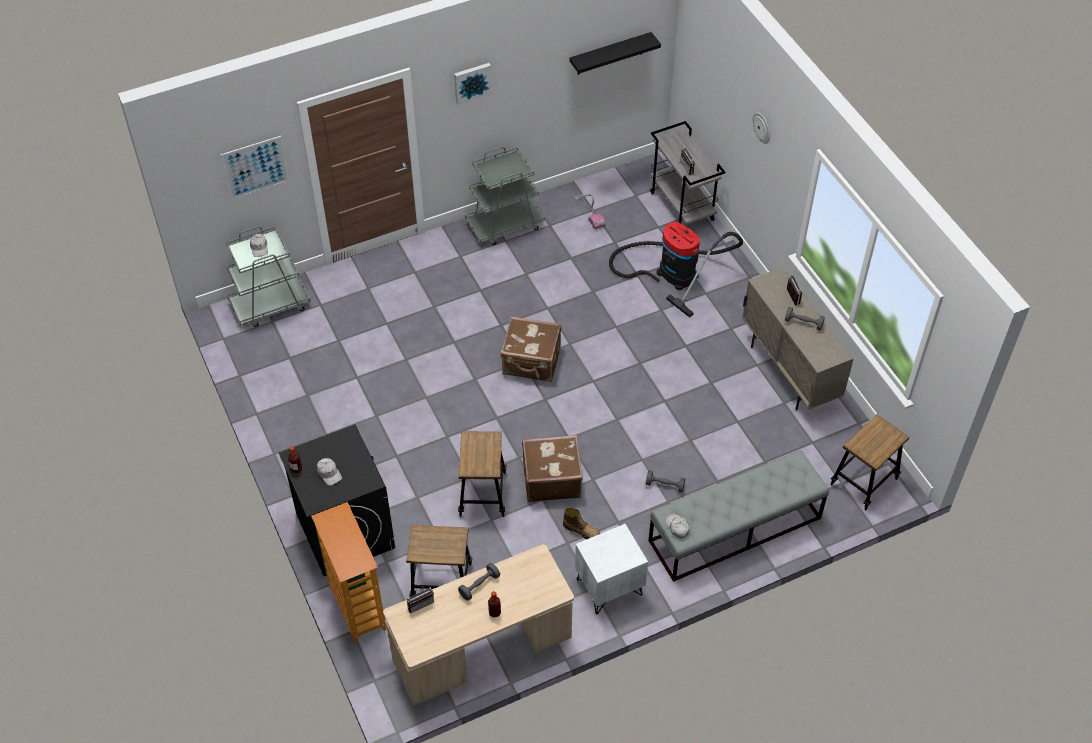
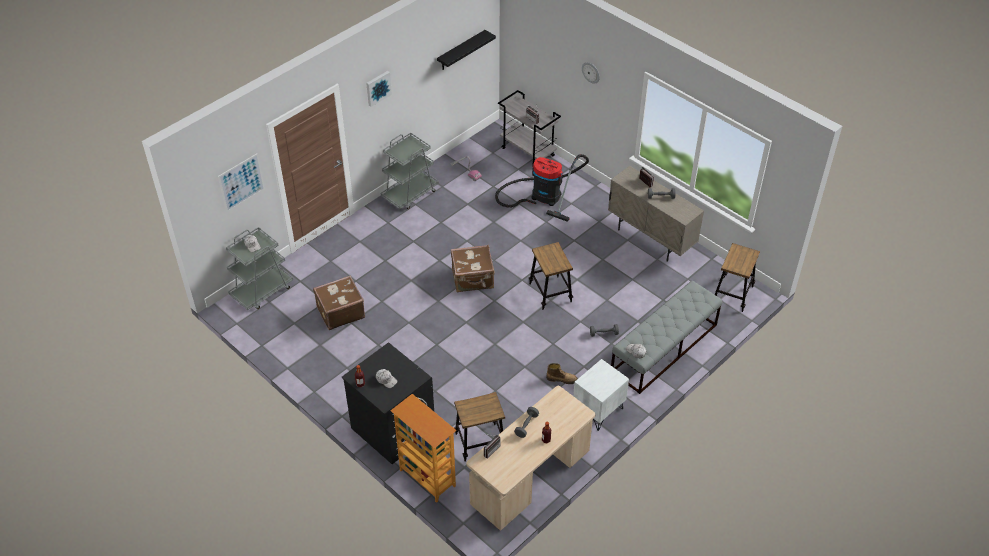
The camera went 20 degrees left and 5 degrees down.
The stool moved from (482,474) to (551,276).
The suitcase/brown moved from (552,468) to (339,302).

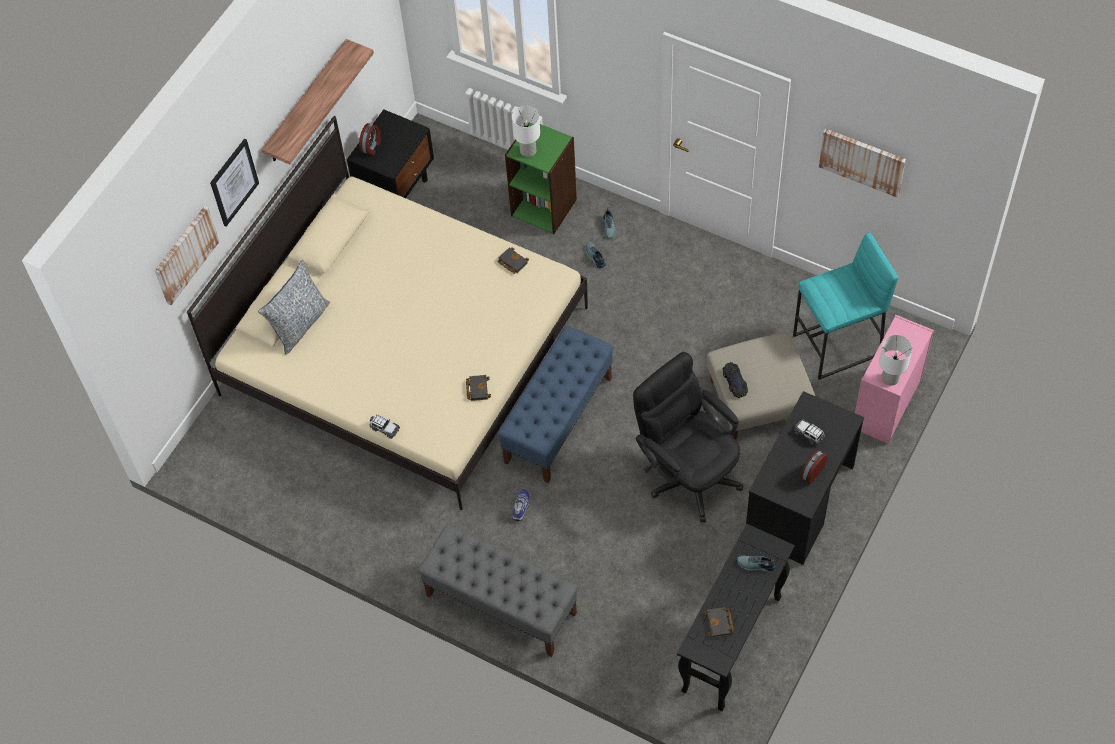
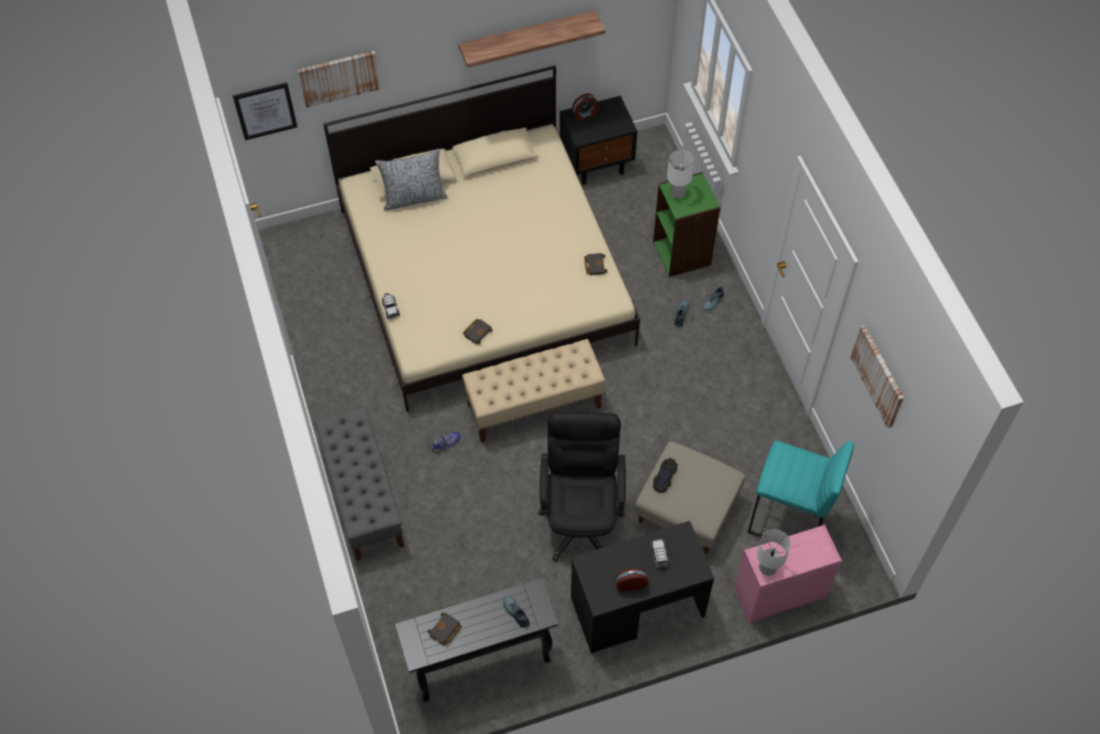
The camera went 40 degrees right and 0 degrees up.
The picture moved from (234,183) to (265,111).
The bench/blue at (555,404) became the bench/beige at (533,391).

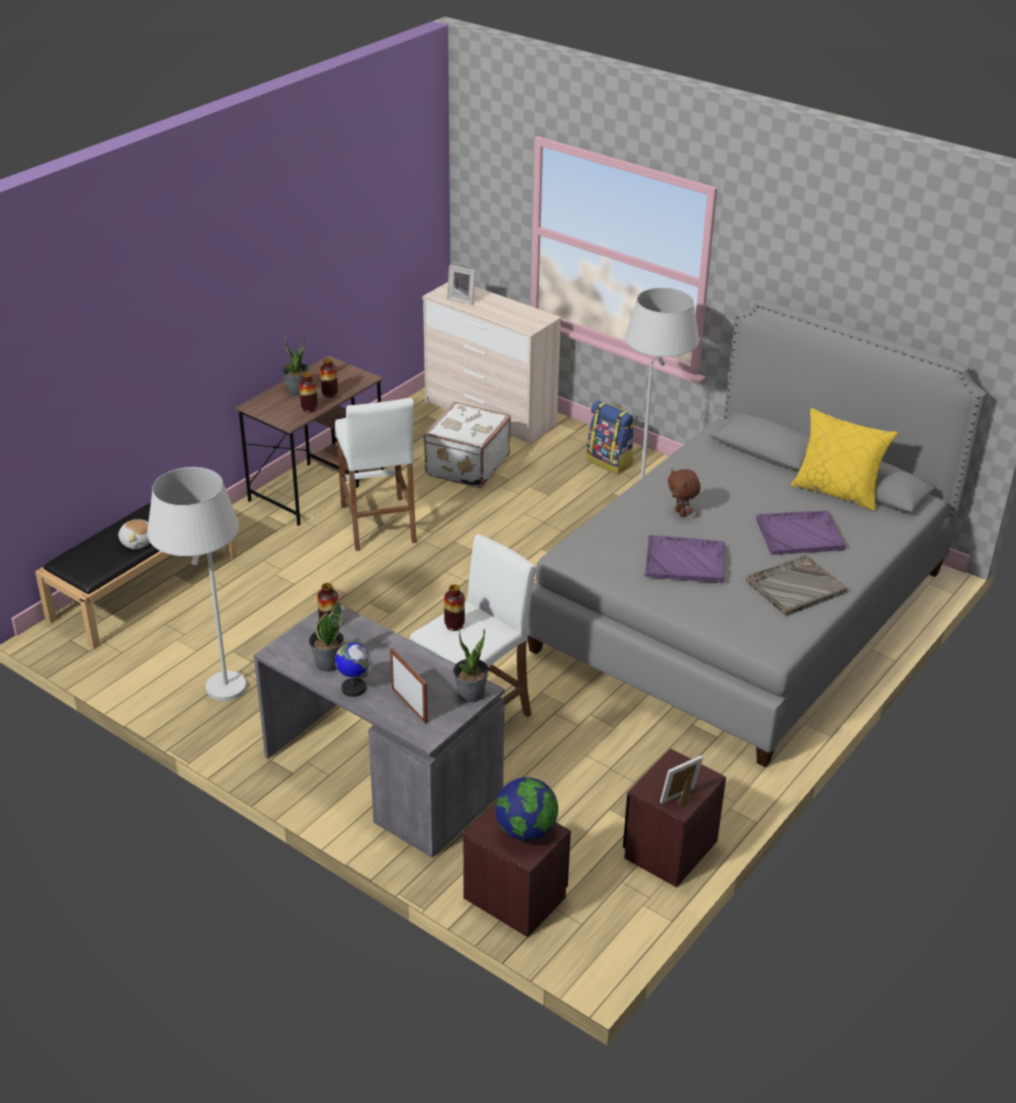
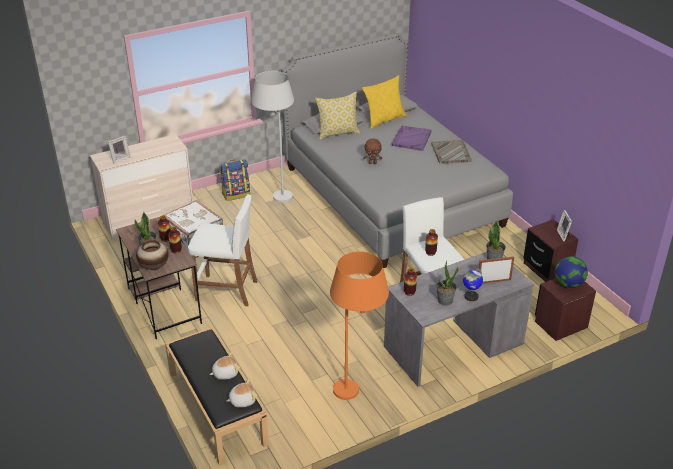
The camera went 65 degrees left and 0 degrees up.
The floor lamp/white at (196,584) became the floor lamp/orange at (359,325).
The tray/purple at (685,559) disappeared.
The pillow at (337,116) appeared.
The vase at (152,255) appeared.
The plush toy at (241,393) appeared.

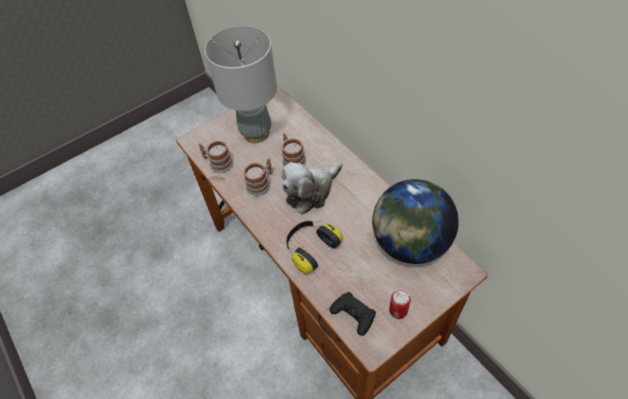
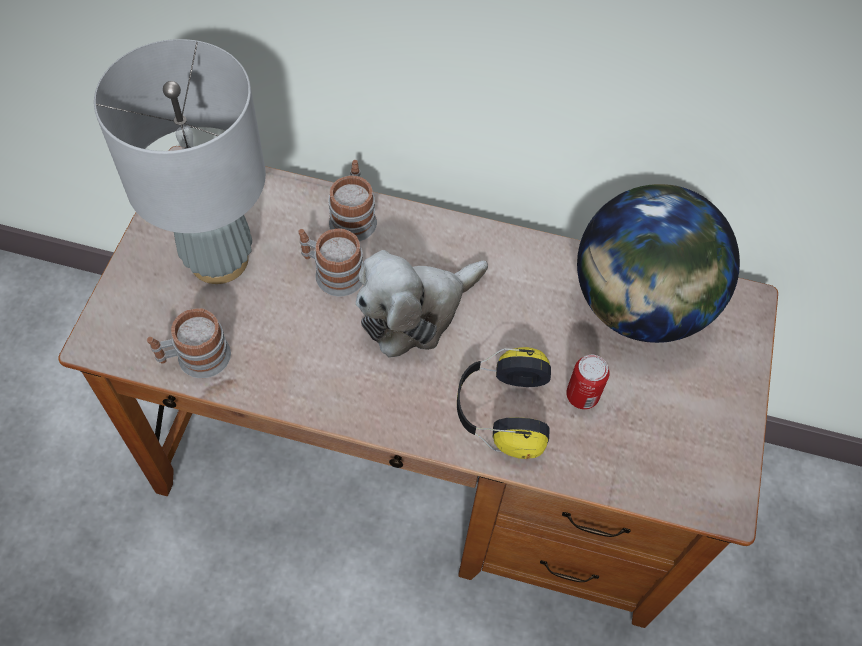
The camera went 45 degrees left and 5 degrees up.
The mug moved from (258,177) to (353,200).
The plush toy at (311,188) turned 45 degrees clockwise.
The can moved from (400,304) to (588,382).
The game controller/black at (352,314) disappeared.

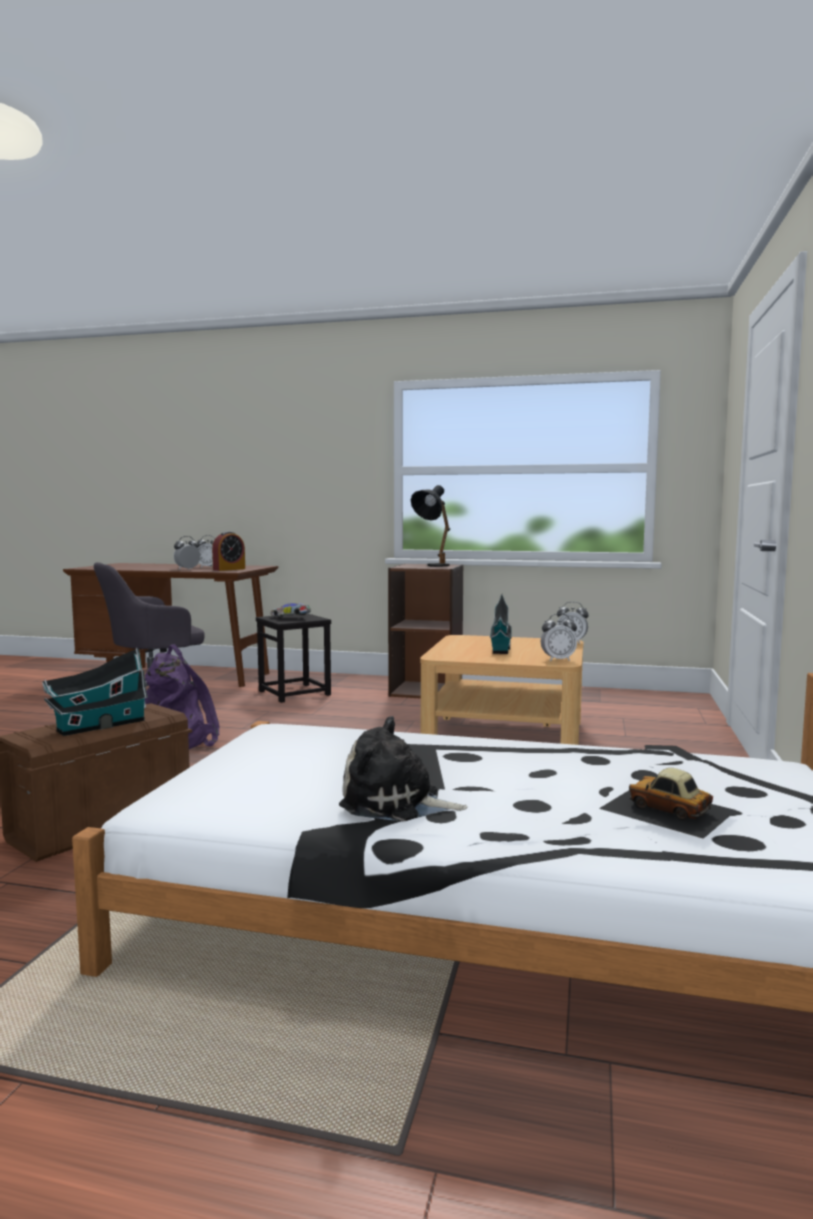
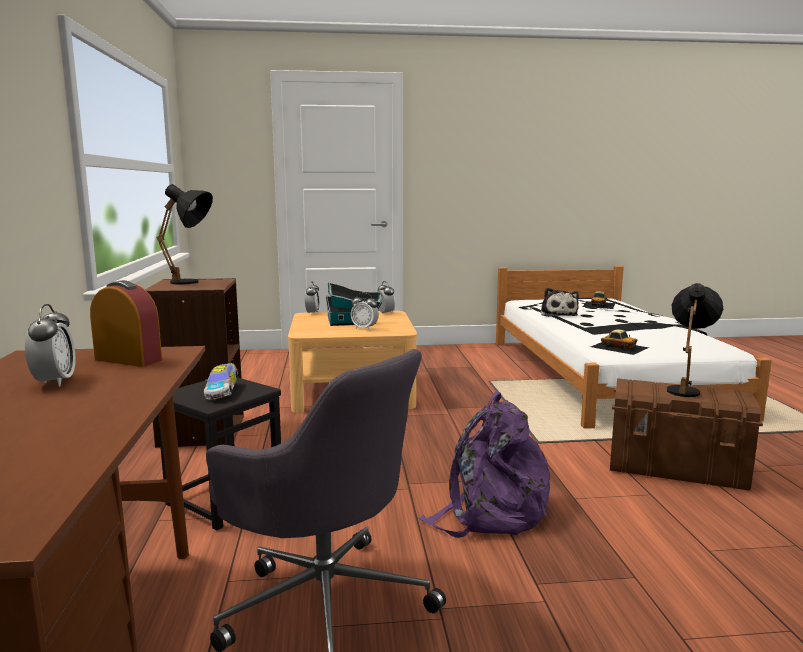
The camera went 110 degrees left and 5 degrees up.
The alarm clock moved from (187,553) to (365,311).
The toy house at (95,692) was replaced by the table lamp/black at (694,340).
The plush toy moved from (403,768) to (559,302).
The toy car at (619,342) appeared.

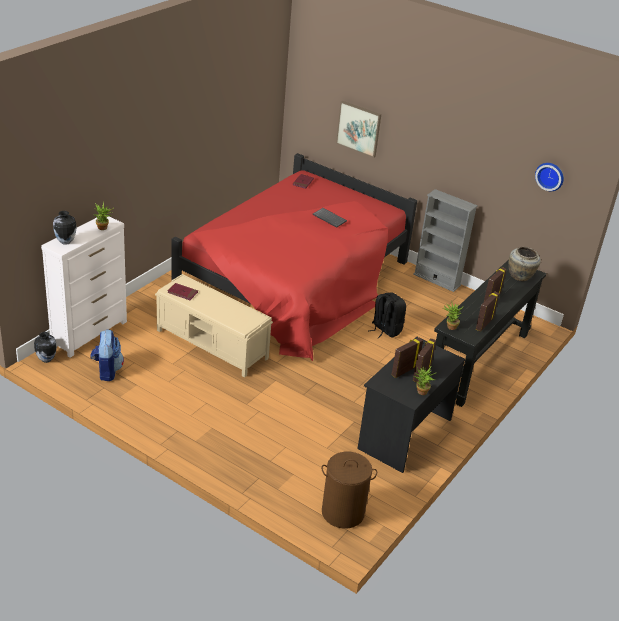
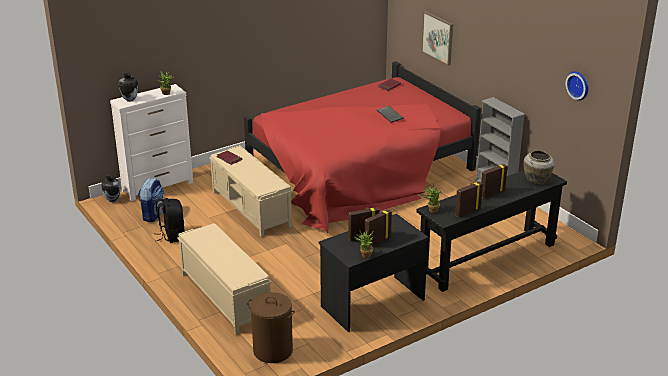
The camera went 25 degrees right and 5 degrees down.
The backpack/black moved from (387,315) to (169,220).
The bench/beige at (224,279) appeared.

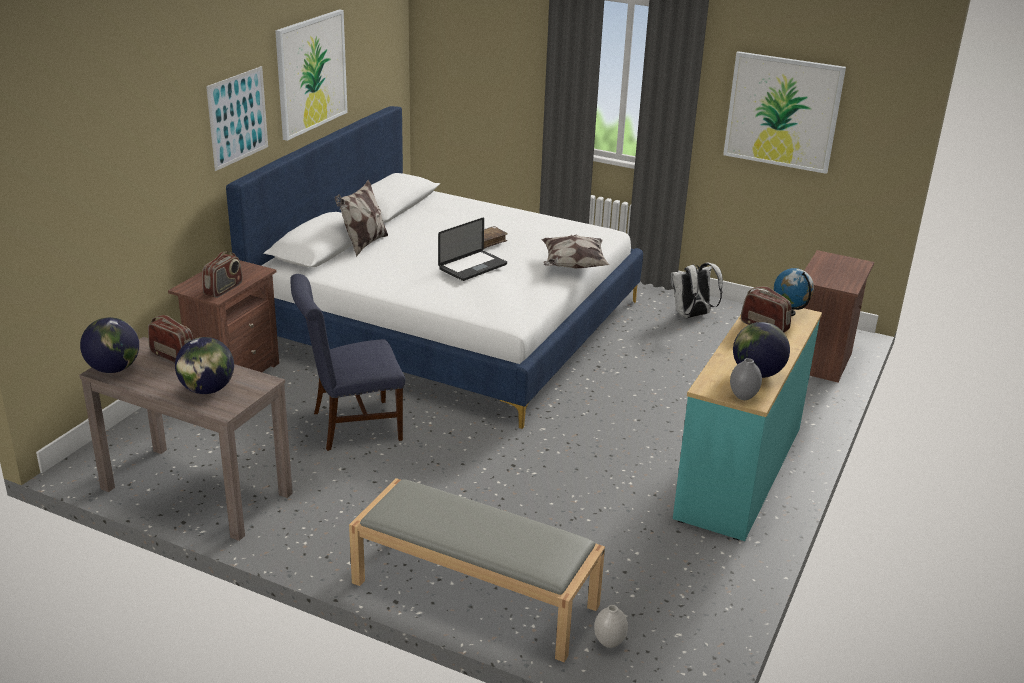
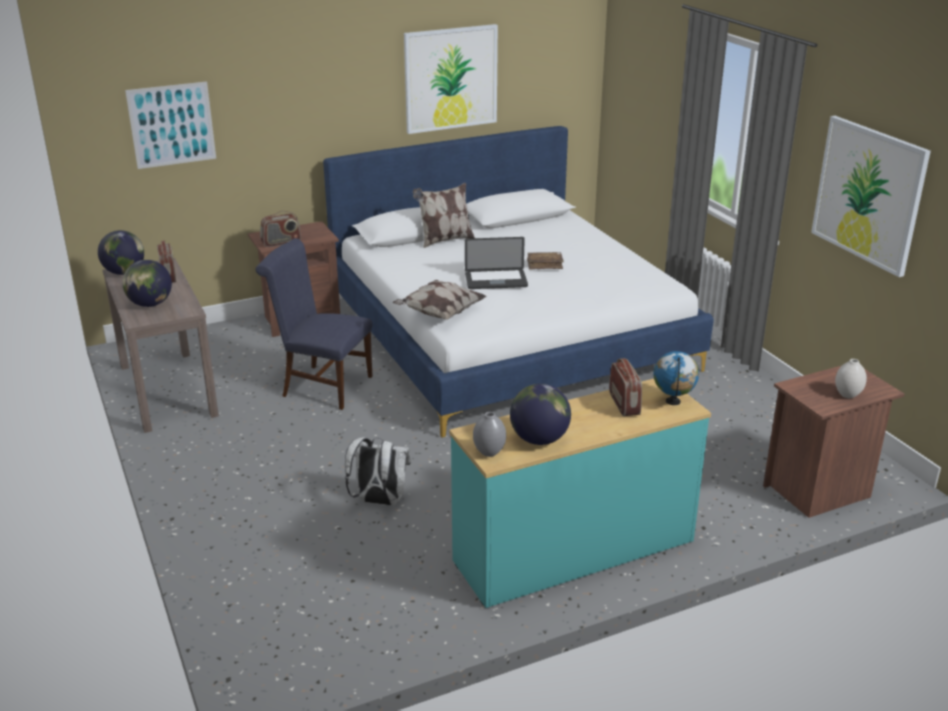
The camera went 40 degrees right and 0 degrees up.
The picture moved from (237,118) to (170,125).
The pillow moved from (575,251) to (440,300).
The backpack/white moved from (697,290) to (378,471).
The bench/grey at (477,570) disappeared.
The vase/white moved from (611,626) to (851,378).

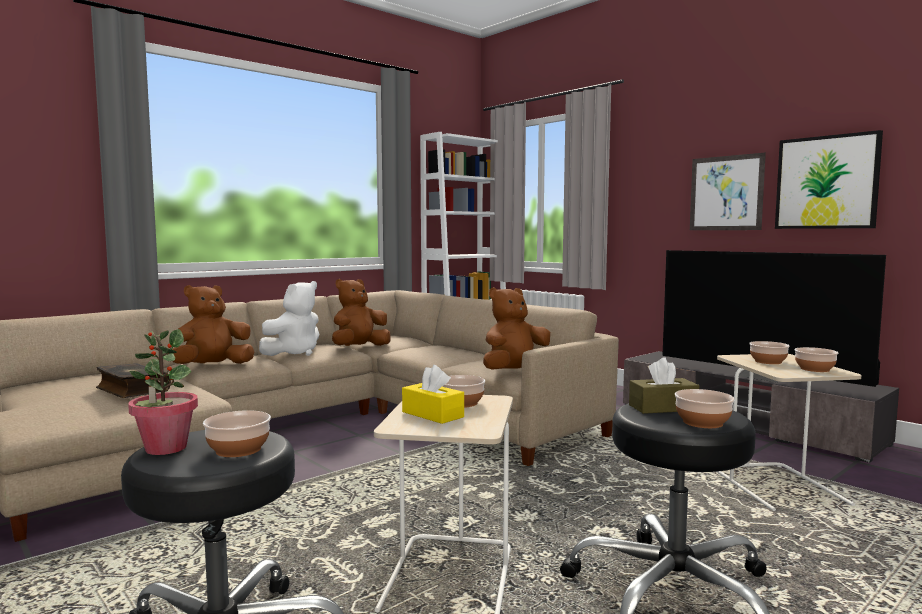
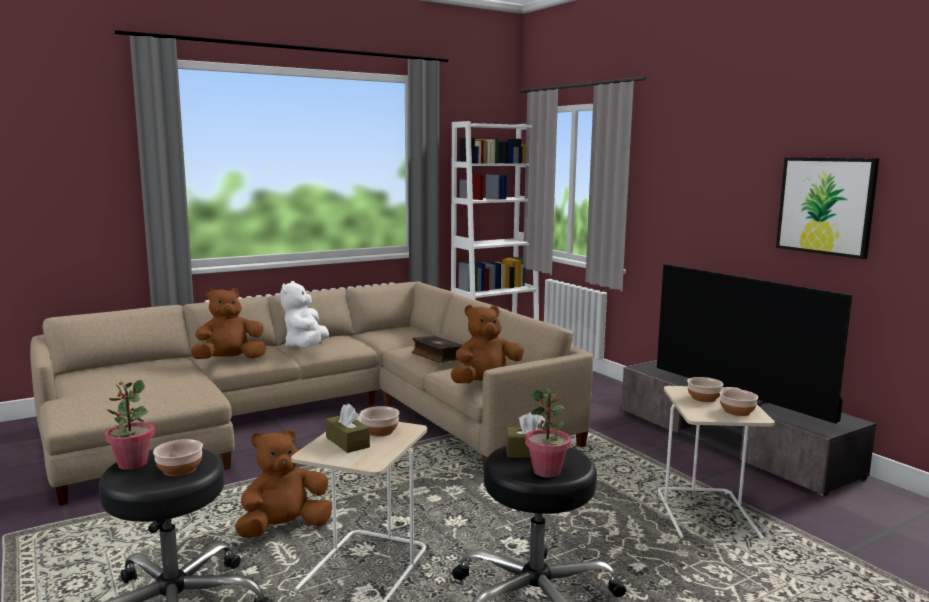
The camera went 10 degrees right and 5 degrees up.
The picture at (728,191) disappeared.
The plush toy/brown moved from (361,312) to (283,483).
The plush toy/white at (289,318) turned 135 degrees clockwise.
The book moved from (133,380) to (437,349).
The tissue box/yellow at (433,394) became the tissue box/brown at (348,428).
The bowl at (705,408) was replaced by the potted plant at (548,433).

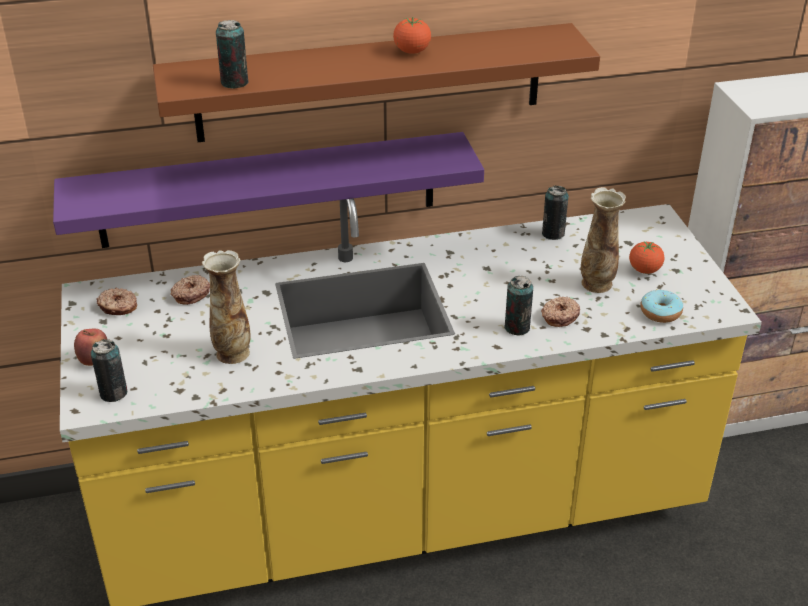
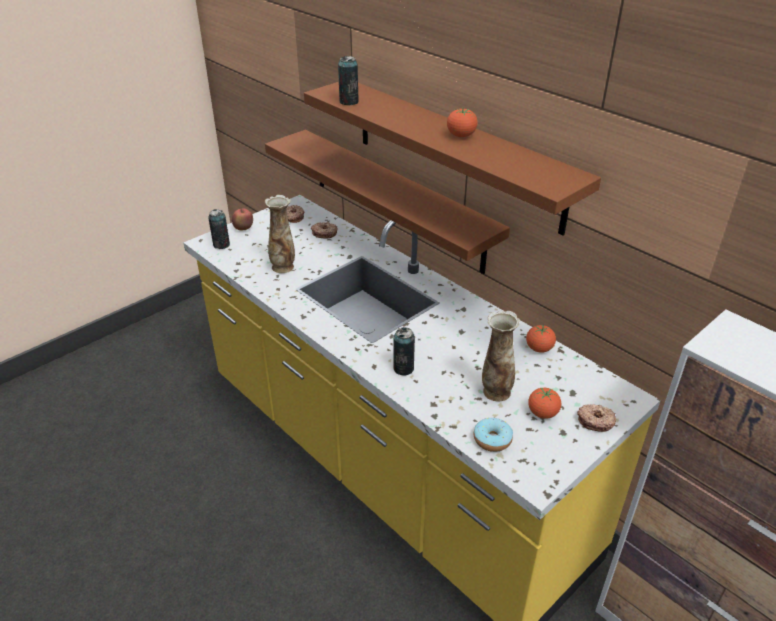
The camera went 60 degrees right and 0 degrees up.
The shelf/purple at (268,190) became the shelf/brown at (387,202).
The can at (555,213) was replaced by the tomato at (541,339).
The donut moved from (560,312) to (596,418).

